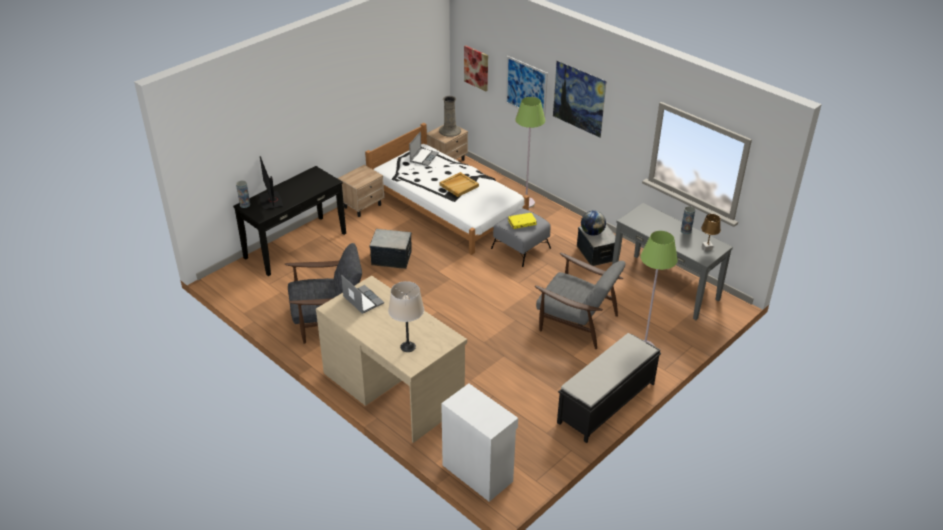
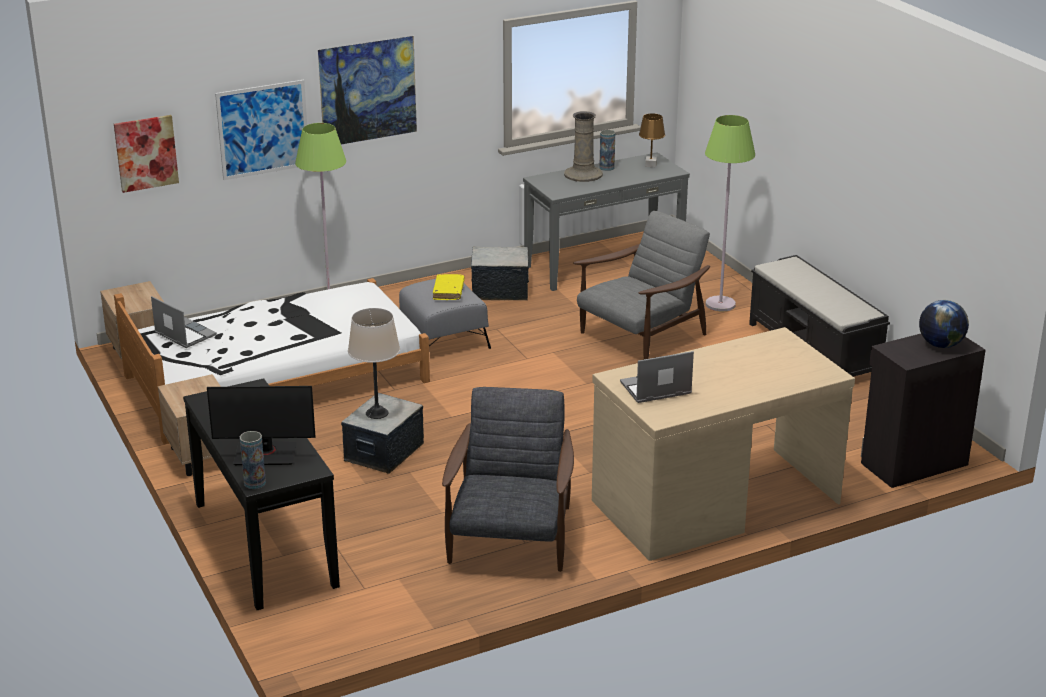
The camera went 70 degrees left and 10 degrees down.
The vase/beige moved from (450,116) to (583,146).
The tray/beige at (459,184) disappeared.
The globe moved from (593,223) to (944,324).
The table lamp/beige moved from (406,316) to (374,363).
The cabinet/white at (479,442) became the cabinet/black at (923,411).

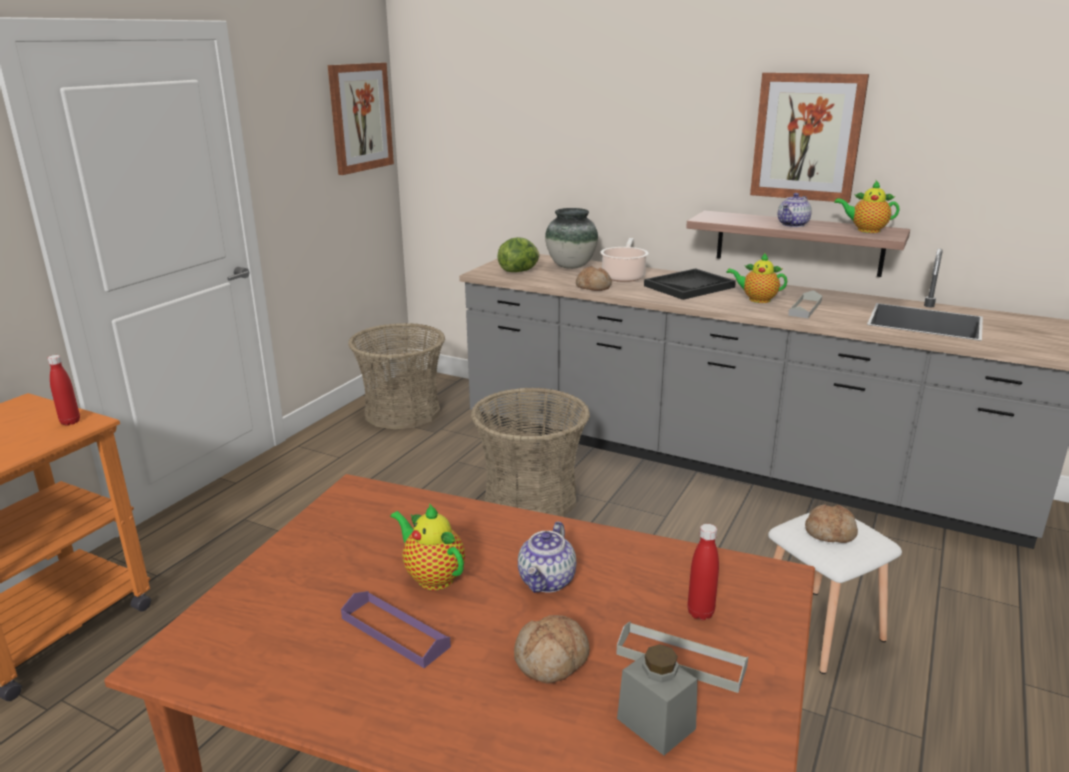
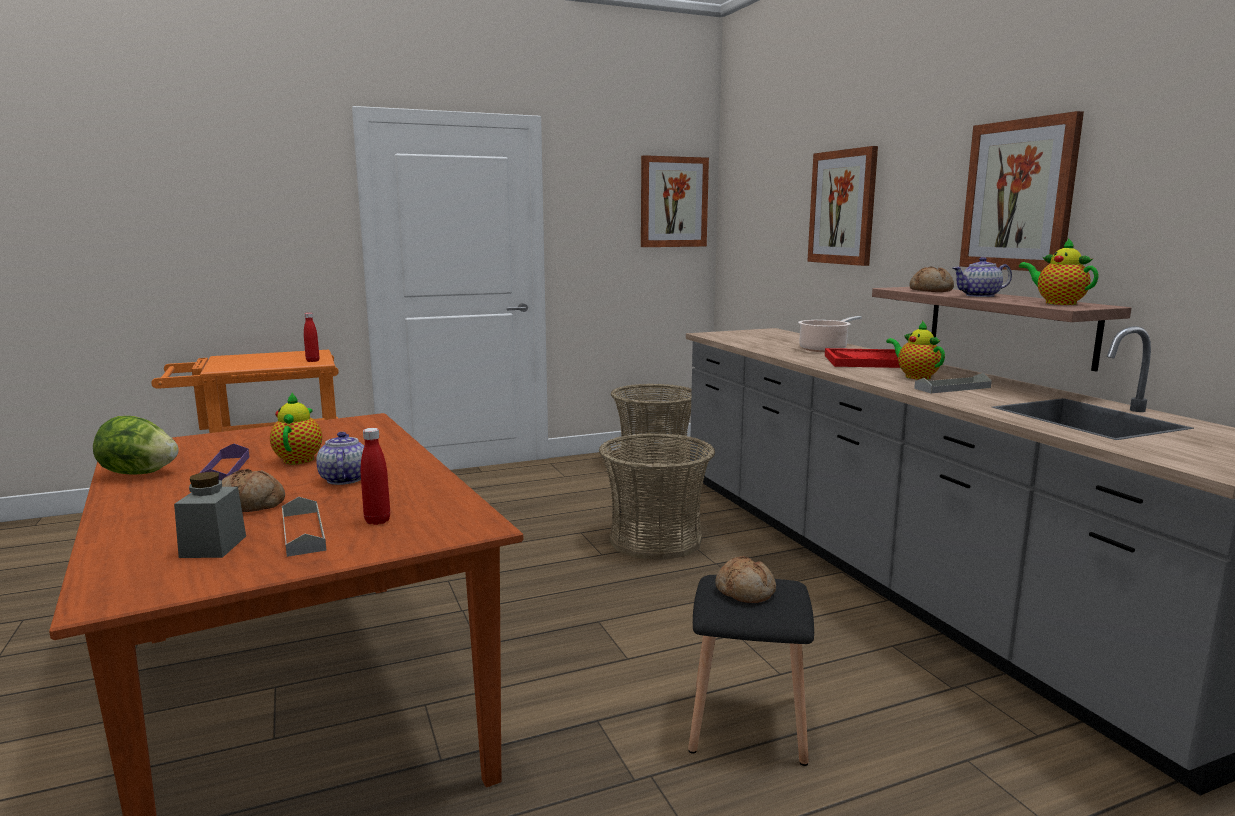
The camera went 40 degrees right and 10 degrees down.
The vase at (571,238) disappeared.
The lettuce moved from (518,254) to (135,445).
The bread moved from (594,278) to (931,279).
The tray/black at (690,284) became the tray/red at (862,358).
The stool/white at (835,593) became the stool/black at (751,670).
The teapot at (547,557) turned 105 degrees clockwise.
The picture at (842,206) appeared.

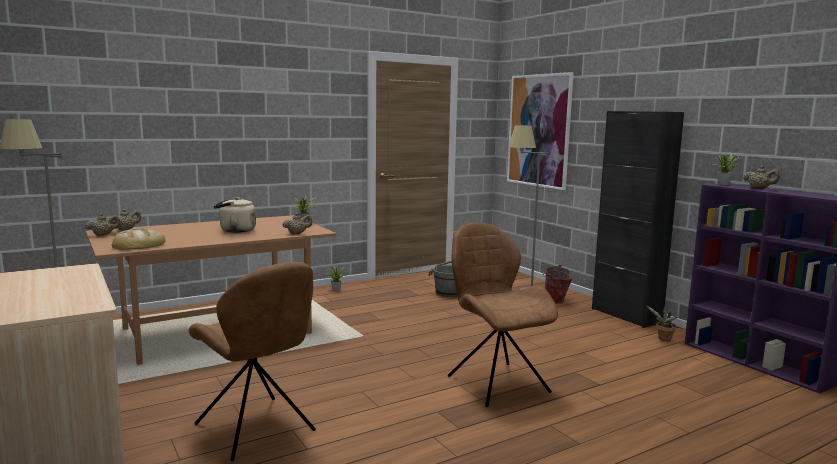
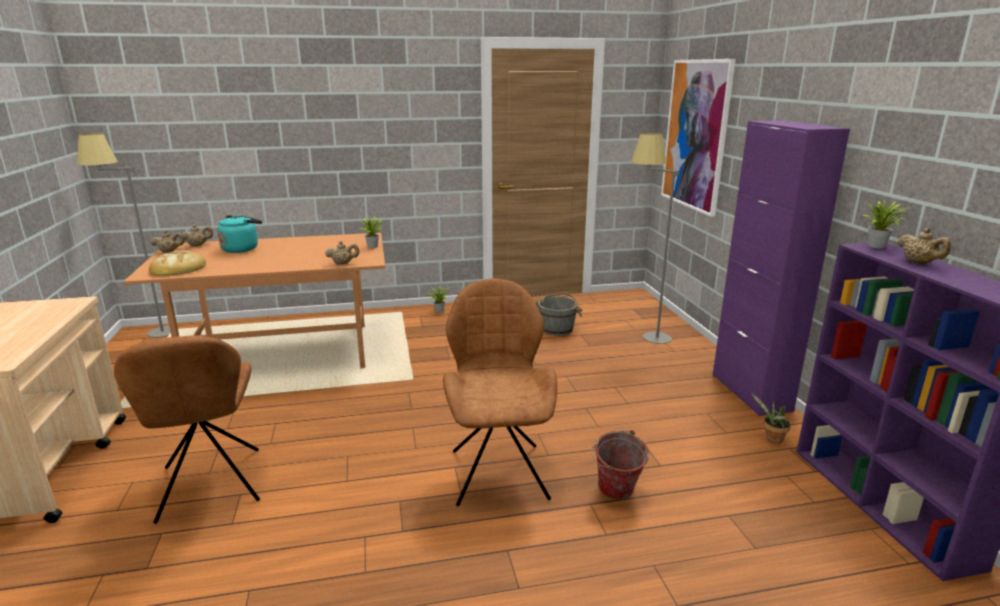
The camera went 20 degrees right and 10 degrees up.
The cabinet/black at (638,219) became the cabinet/purple at (781,268).
The kettle/beige at (235,215) disappeared.
The bucket moved from (558,284) to (620,465).
The kettle/turquoise at (239,234) appeared.

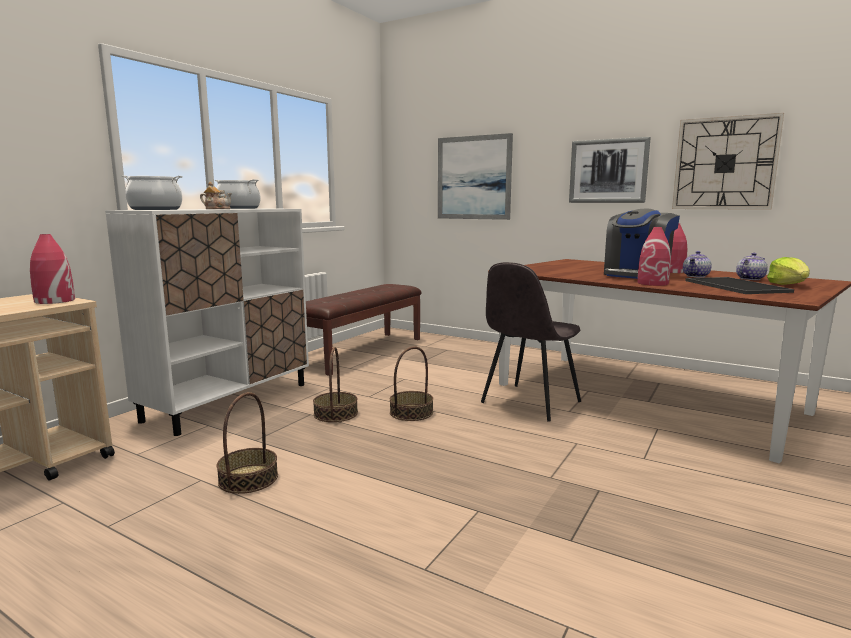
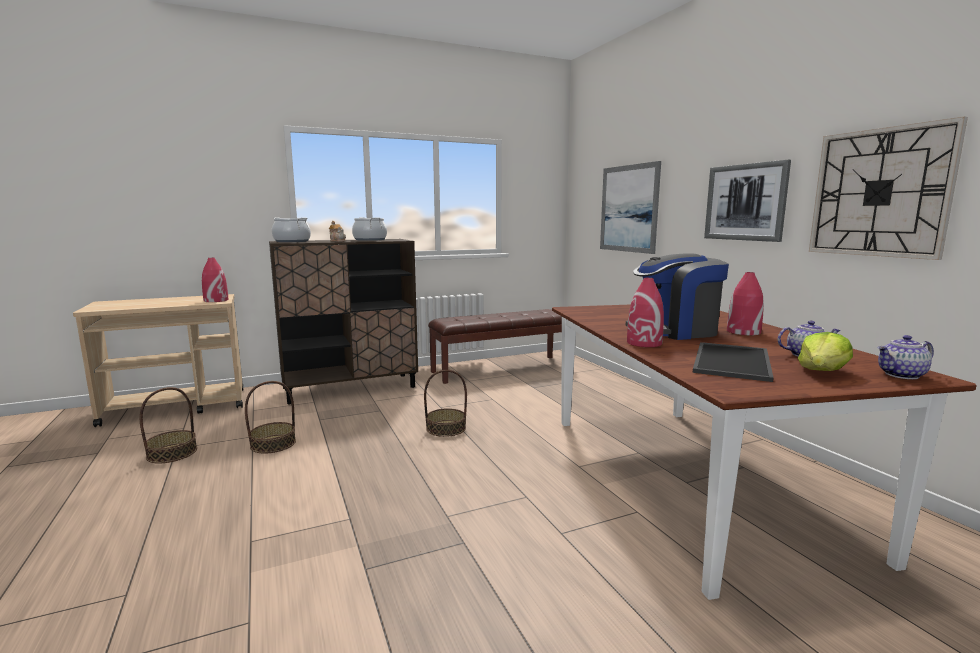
The camera went 35 degrees right and 0 degrees up.
The cabinet/white at (207,322) became the cabinet/brown at (343,321).
The teapot moved from (697,264) to (905,357).
The chair/grey at (531,341) disappeared.
The basket moved from (335,384) to (168,425).

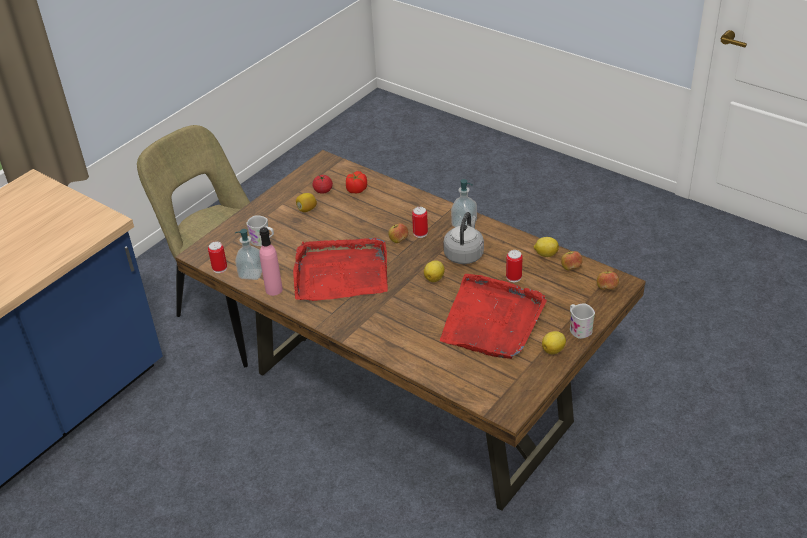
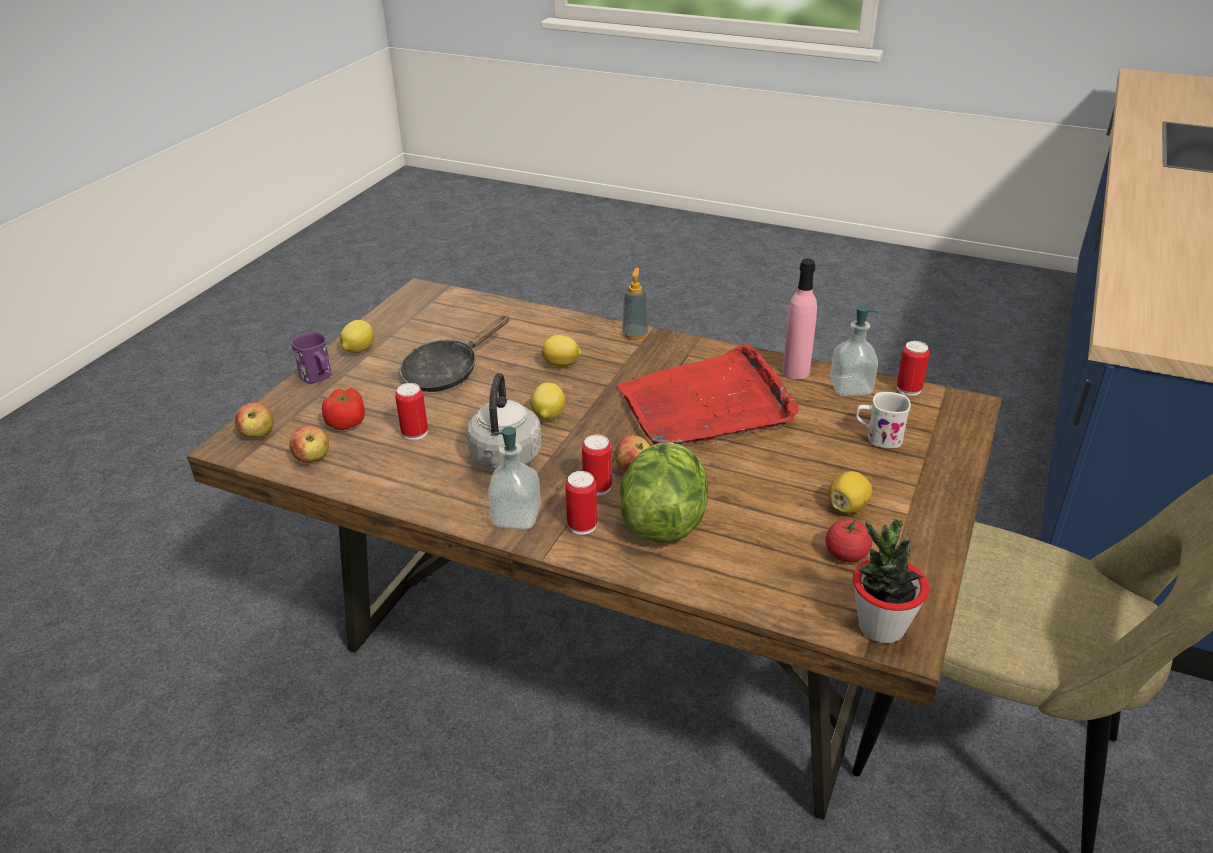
The camera went 165 degrees right and 5 degrees down.
The tomato moved from (356,182) to (343,409).
The lemon moved from (546,247) to (562,351).
The tray/red at (493,316) was replaced by the frying pan/black at (454,354).
The mug/white at (582,321) became the mug/purple at (311,357).
The soap dispenser at (635,304) appeared.
The lettuce at (664,492) appeared.
The can at (581,503) appeared.
The potted plant at (891,580) appeared.

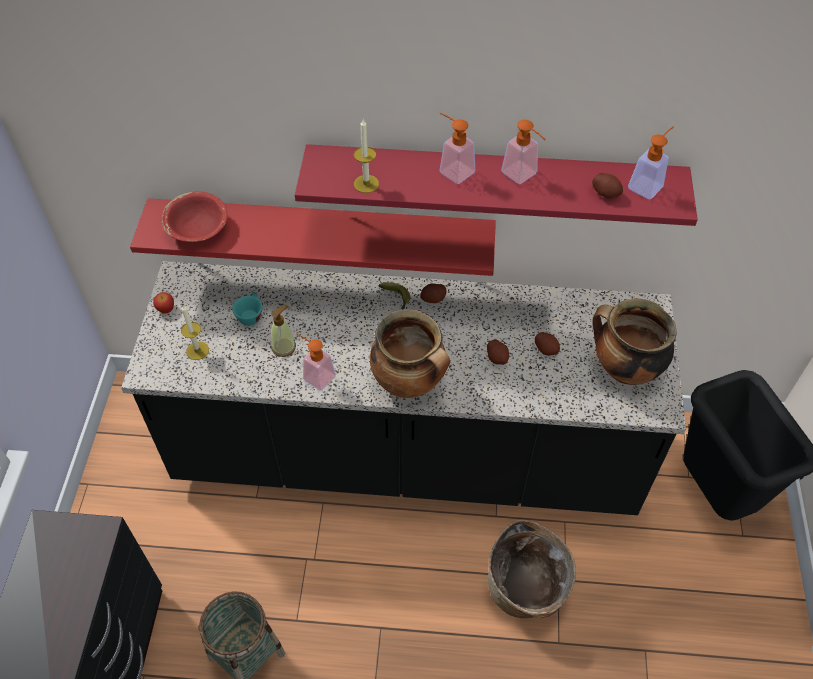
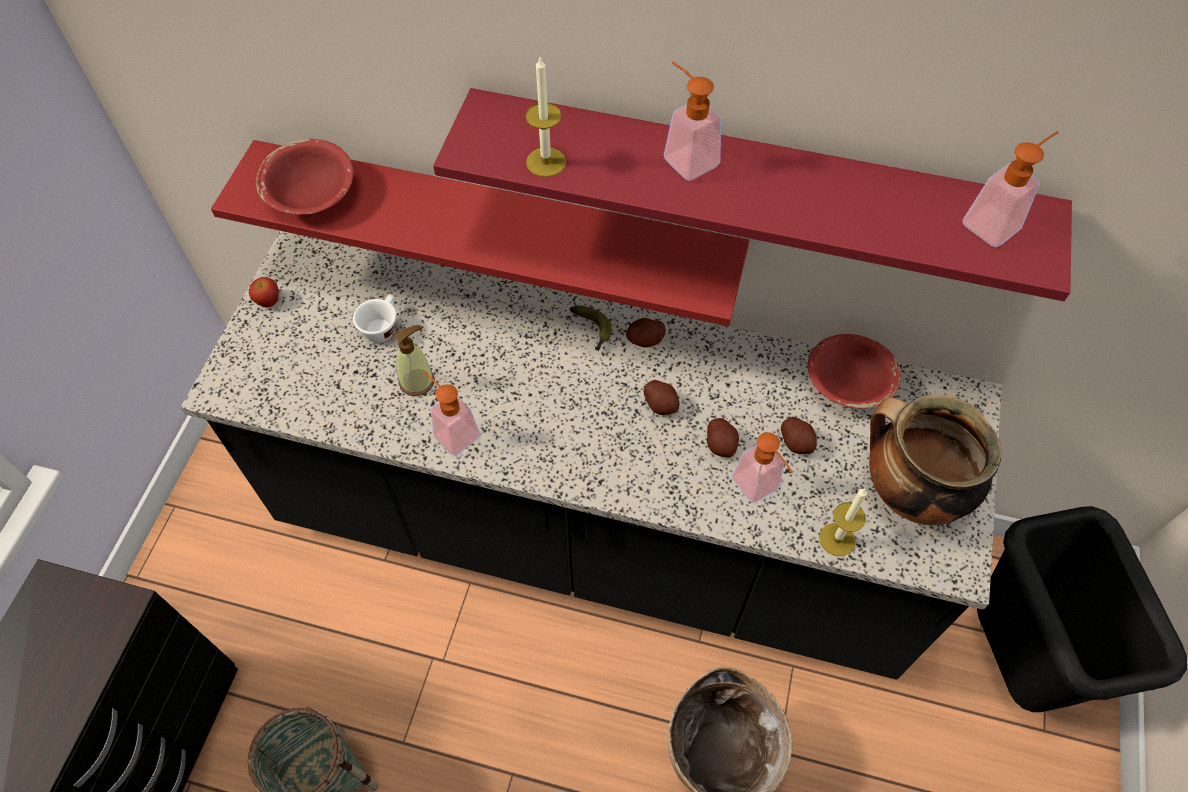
The camera went 10 degrees right and 5 degrees up.
The soap dispenser moved from (523,152) to (762,467).
The potato moved from (607,186) to (661,397).
The cup/turquoise at (247,309) became the cup/white at (375,318).
The candle moved from (195,332) to (843,522).
The cooking pot at (410,353) disappeared.
The bowl/red at (854,371) appeared.

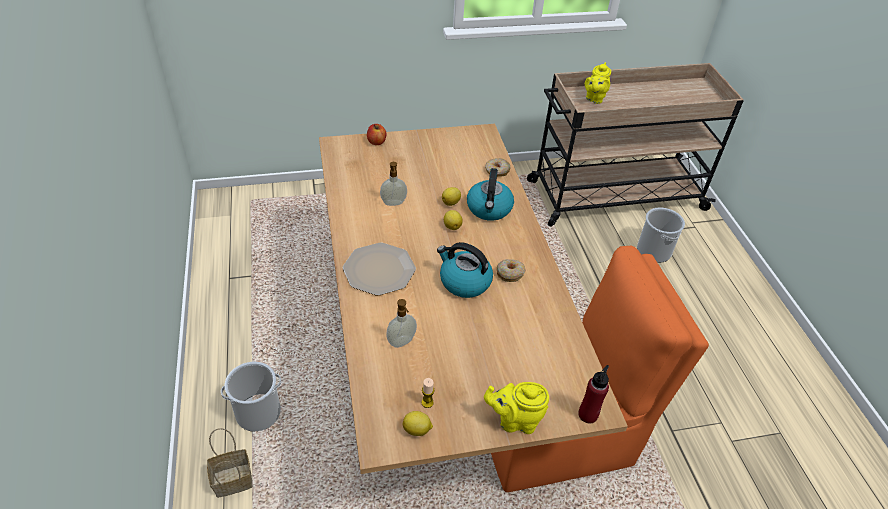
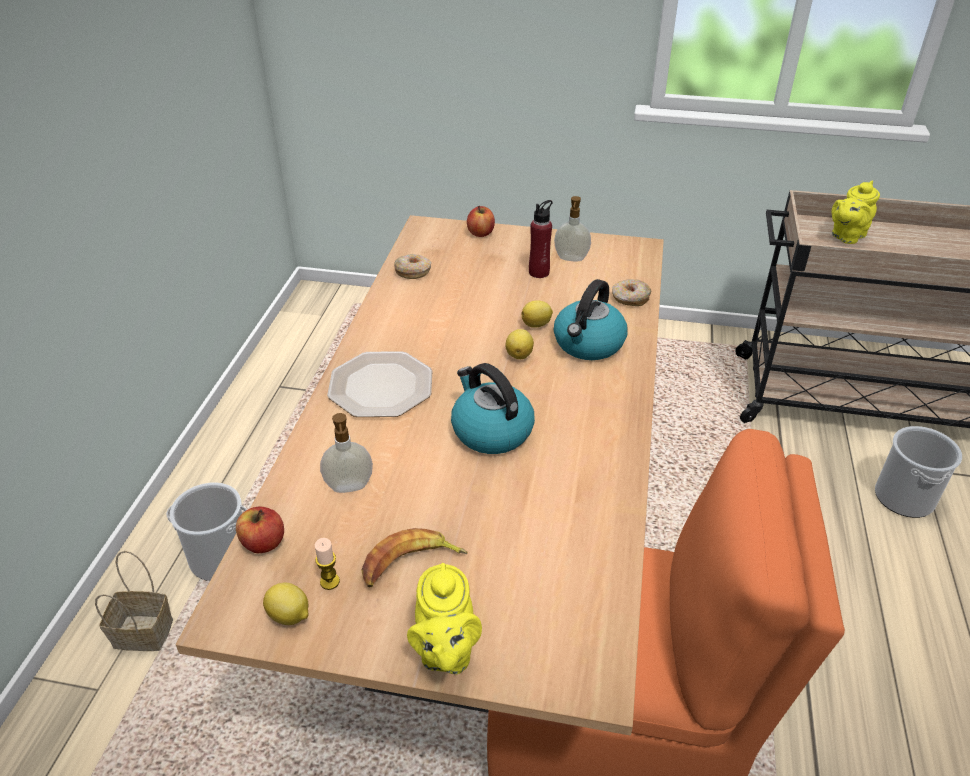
The camera went 25 degrees right and 5 degrees down.
The soap dispenser moved from (393,184) to (572,228).
The donut moved from (511,270) to (412,266).
The bottle/red moved from (593,394) to (541,239).
The teapot/yellow at (516,408) turned 120 degrees counterclockwise.
The apple at (260,529) appeared.
The banana at (415,557) appeared.

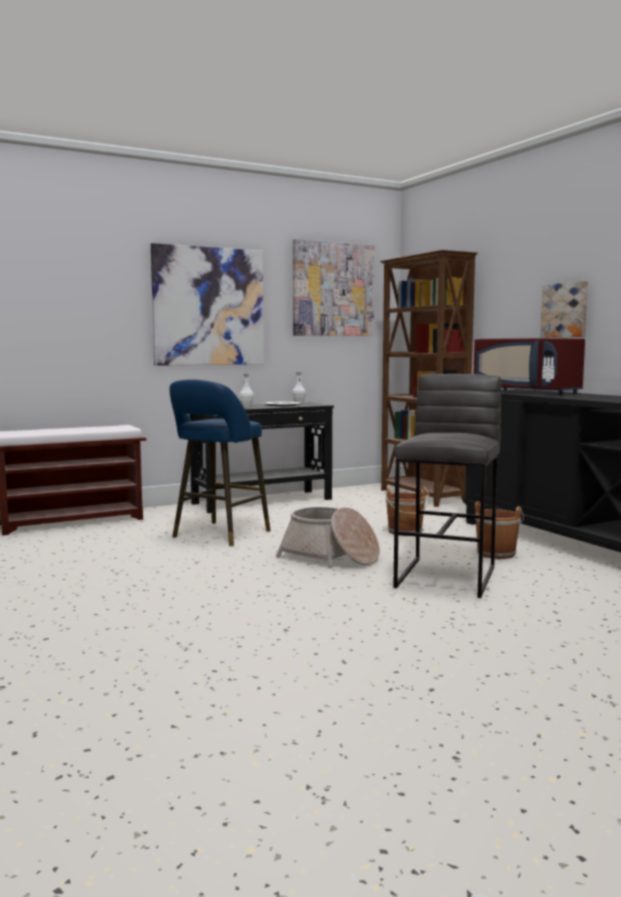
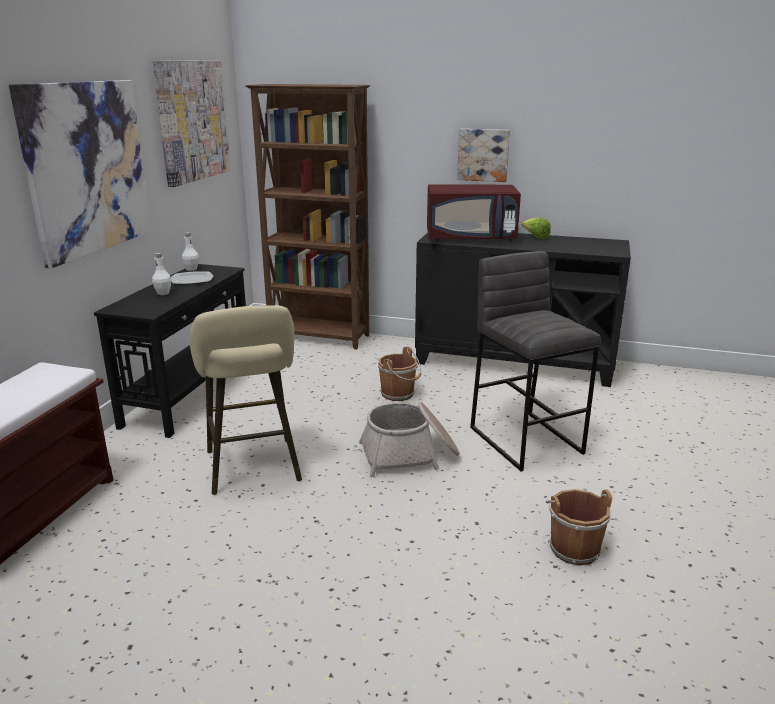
The camera went 45 degrees left and 15 degrees up.
The stool/blue at (220,462) became the stool/beige at (245,400).
The bucket/brown moved from (499,530) to (579,527).
The lettuce at (536,228) appeared.

